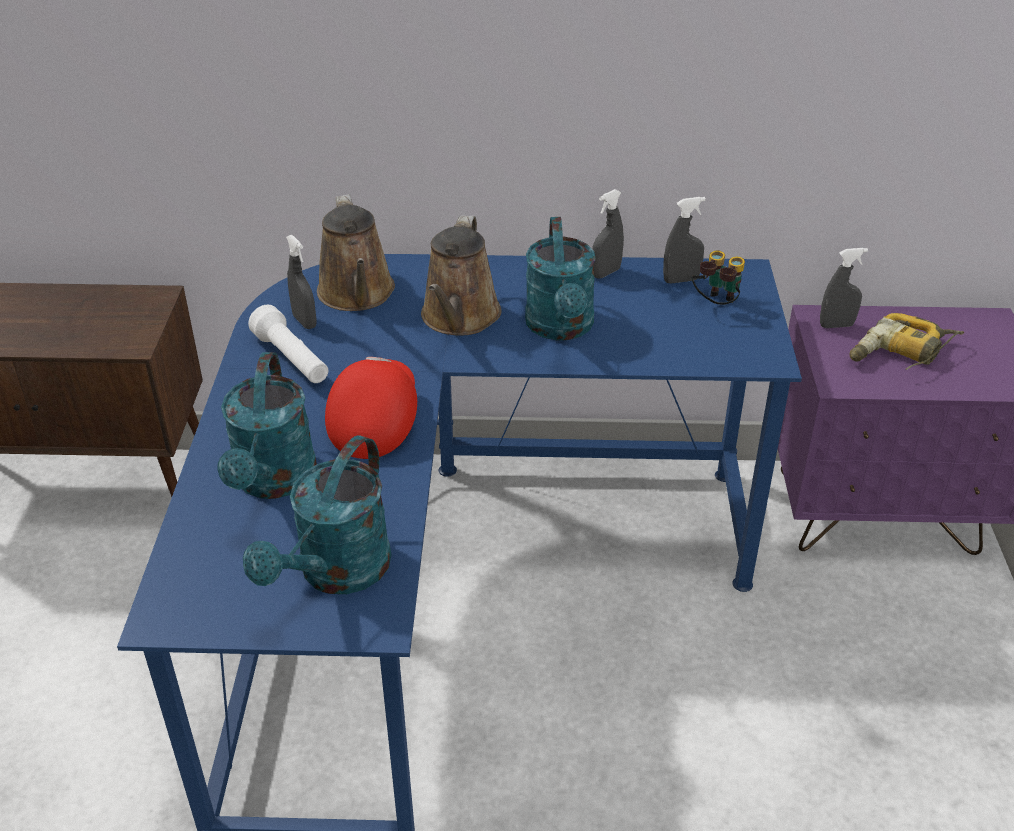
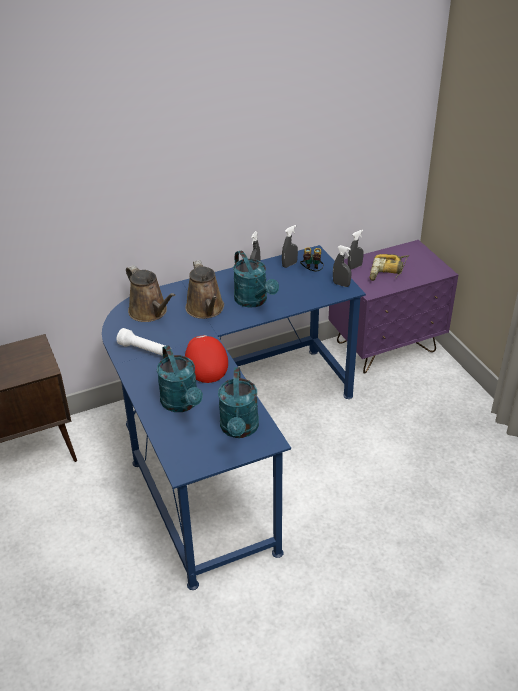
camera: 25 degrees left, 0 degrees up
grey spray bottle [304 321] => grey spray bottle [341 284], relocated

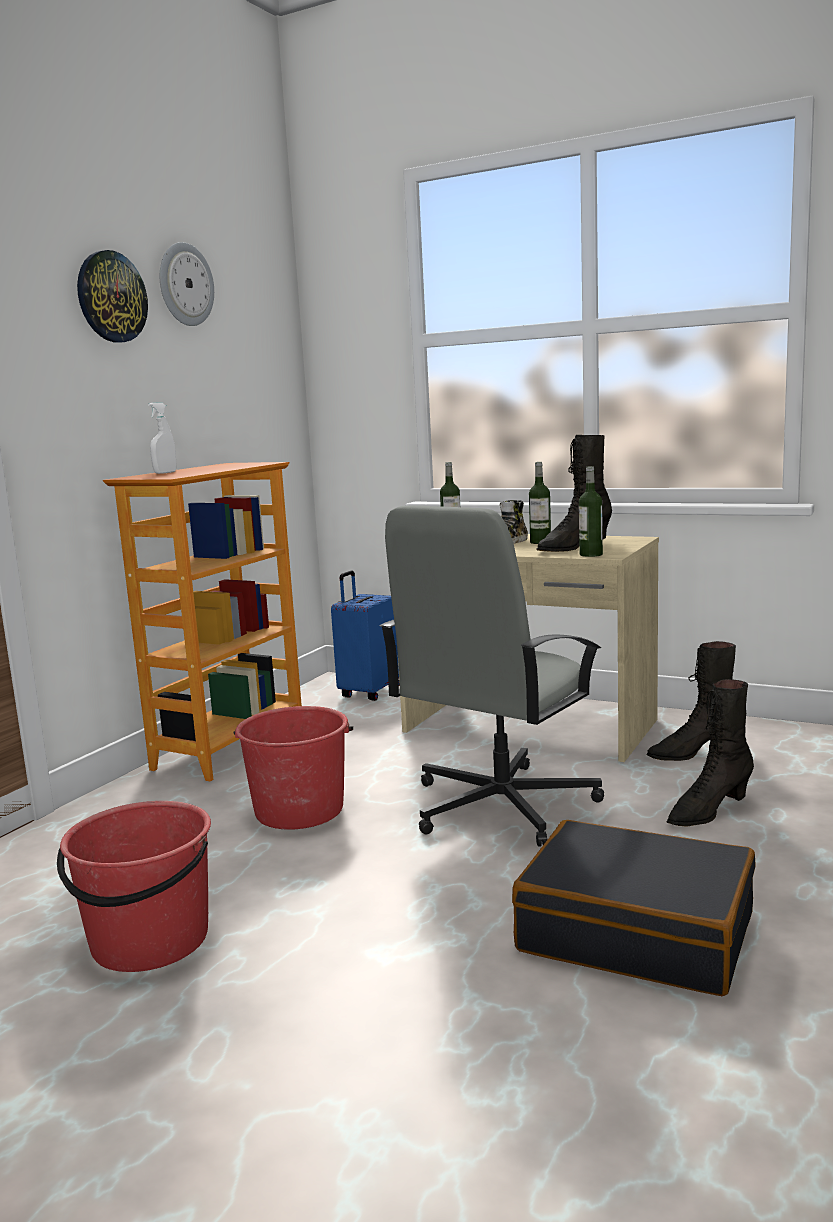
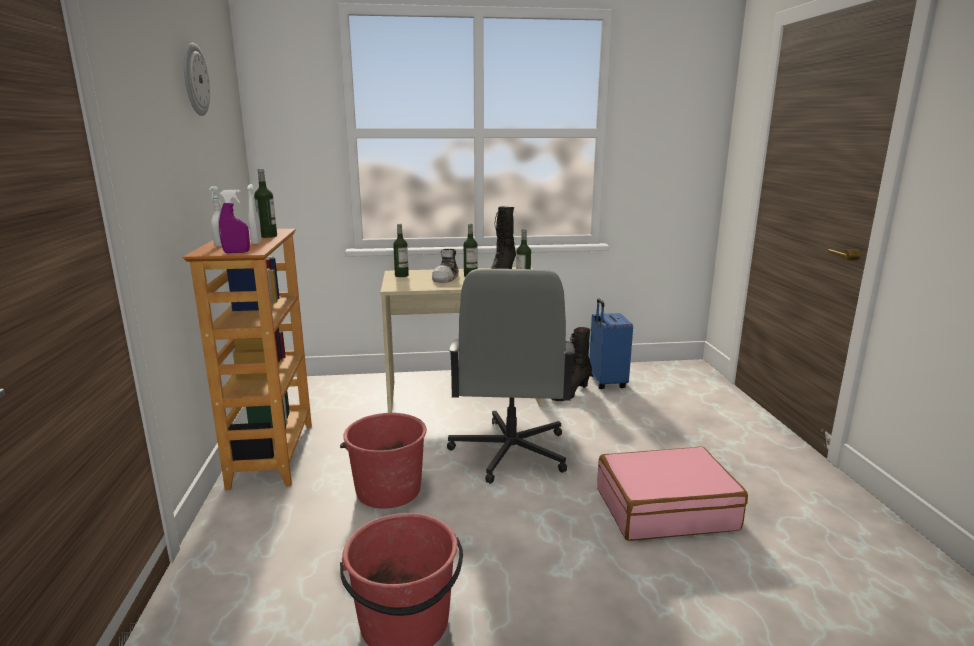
camera: 35 degrees left, 5 degrees up
nothing => purple spray bottle [236 252]
nothing => white spray bottle [256 242]
nothing => bottle [268 236]
blue suitcase [368 692] => blue suitcase [606 382], relocated
black suitcase [636 932] => pink suitcase [665 508]
wall clock [111 297] => nothing
black boot [708 811] => nothing

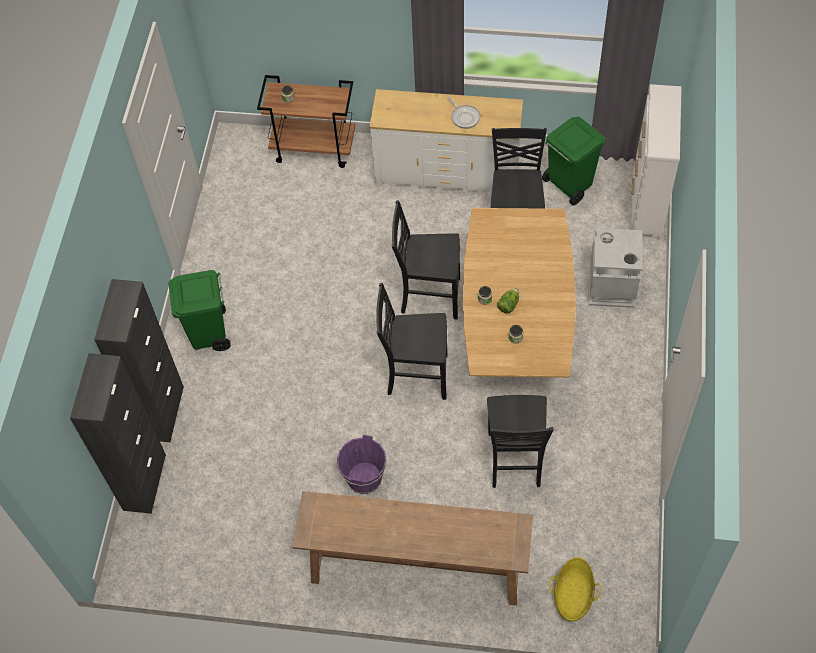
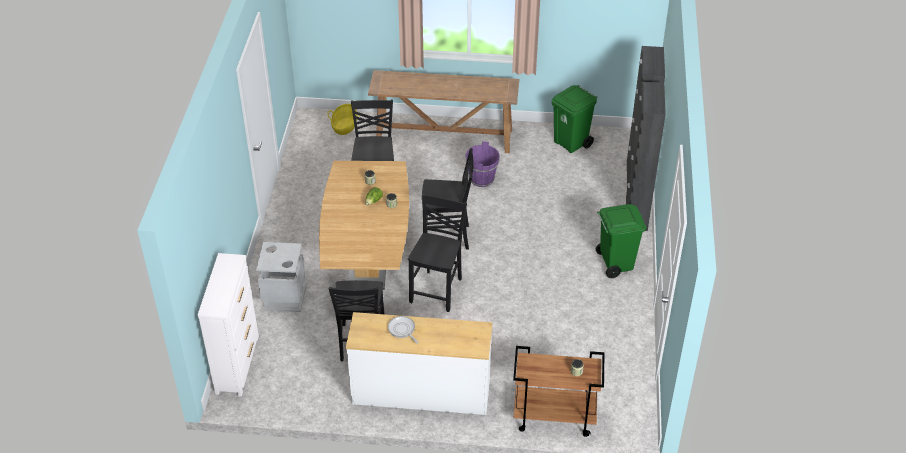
camera: 175 degrees right, 15 degrees down
black chair [429 296] => black chair [437 290], 75 degrees counterclockwise
green trash can [569 185] => green trash can [571 143], relocated

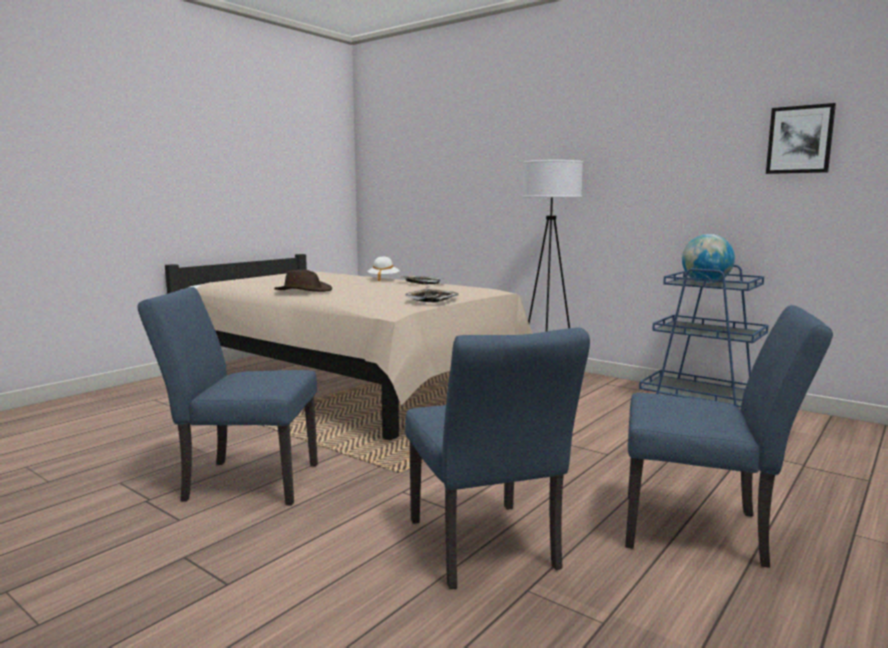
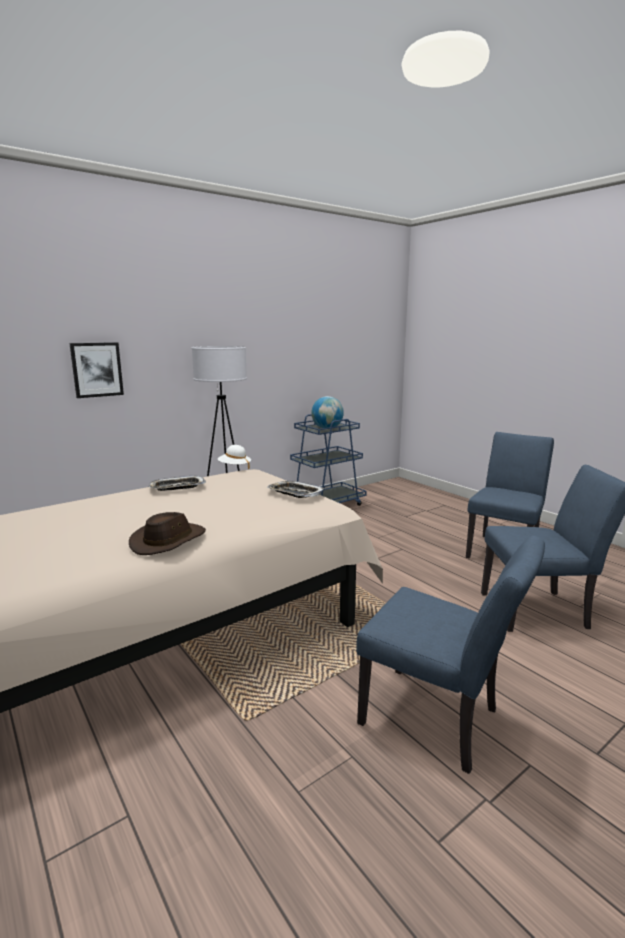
camera: 75 degrees left, 5 degrees up
picture [800 139] => picture [97 369], relocated
white hat [383 279] => white hat [234 467], relocated
blue chair [242 481] => blue chair [439 721], 75 degrees counterclockwise

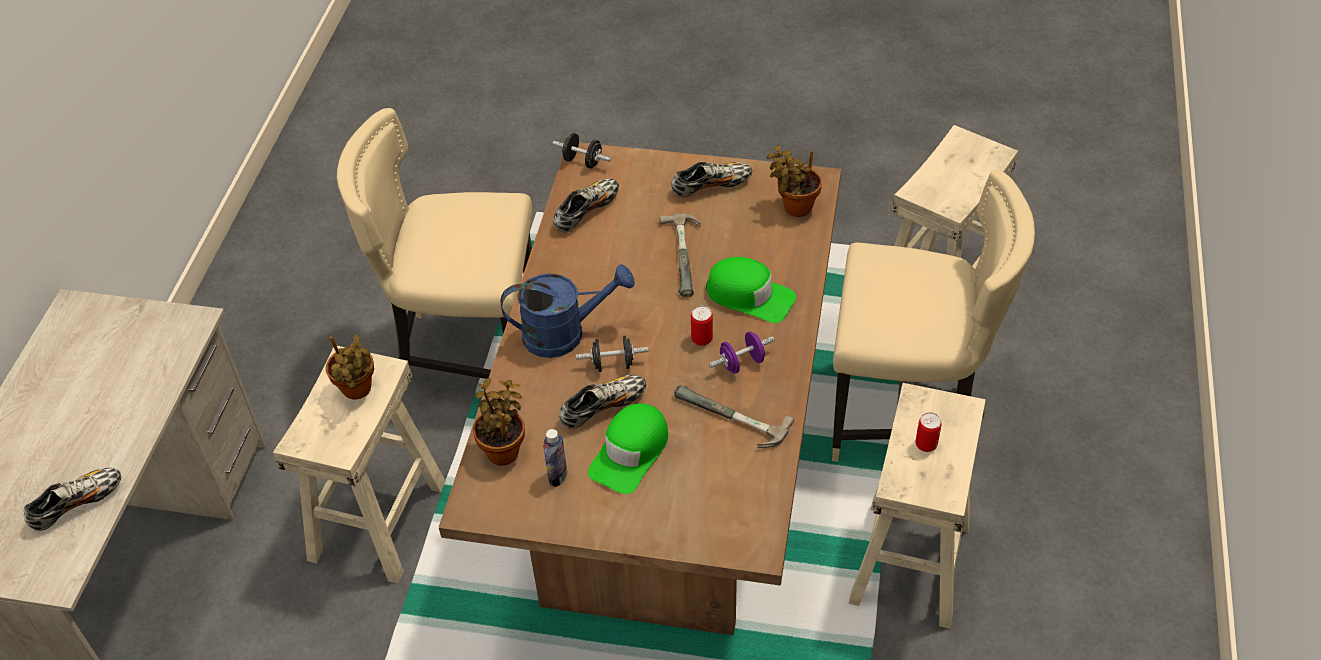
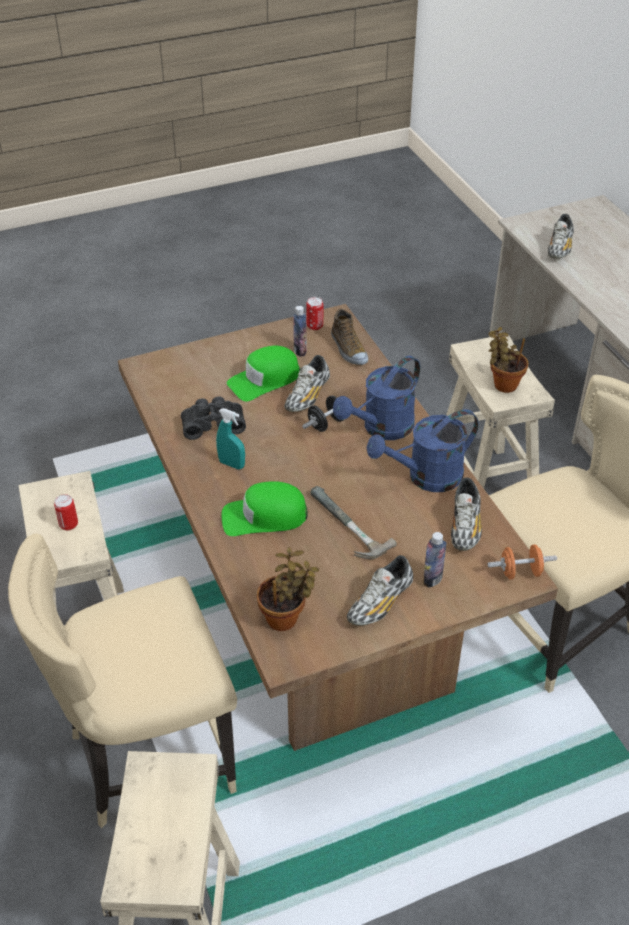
camera: 145 degrees right, 5 degrees down
hammer [728 421] => black binoculars [213 423]
purple dumbbell [742 363] => turquoise spray bottle [231 464]
green cap [630 453] => green cap [264 380], 120 degrees counterclockwise
can [702 339] => can [314 326], relocated
potted plant [504 450] => shoe [348 349]
nothing => blue watering can [426 477]
nothing => bottle [432 579]
black dumbbell [583 161] => orange dumbbell [520 572]

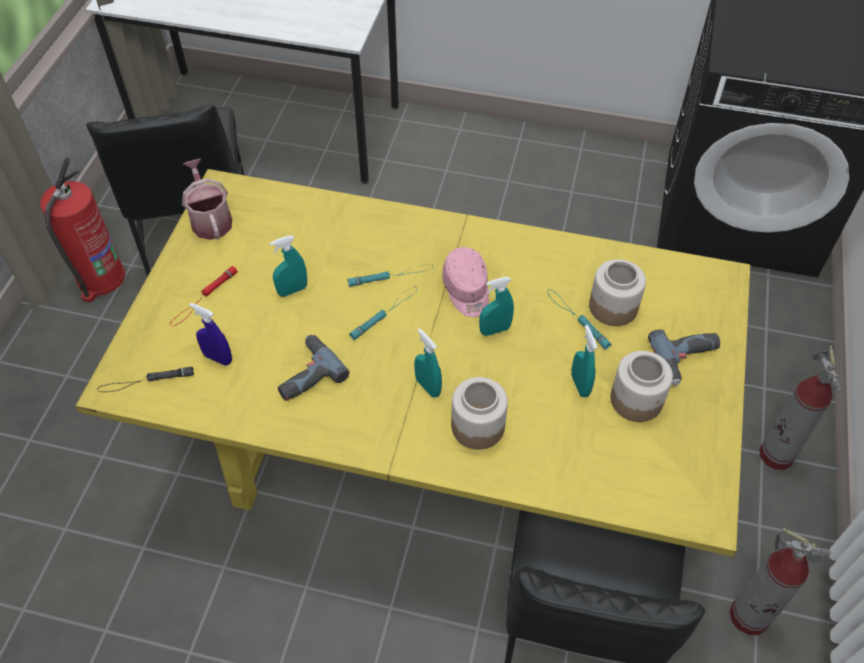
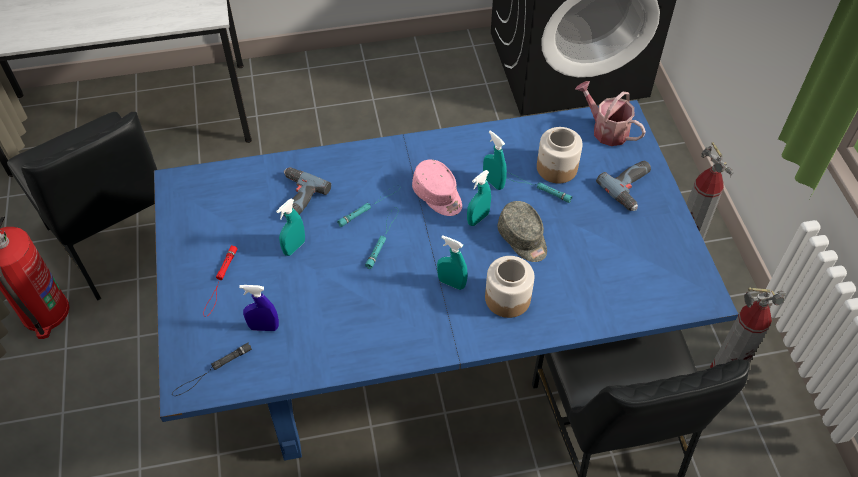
camera: 25 degrees left, 0 degrees up
yellow dining table [434 453] => blue dining table [431 346]
power drill [305 373] => power drill [296 197], relocated
turquoise spray bottle [580 385] => turquoise spray bottle [493 182], relocated
nothing => grey cap [523 239]
watering can [210 219] => watering can [606 130], relocated
jar [637 400] => nothing

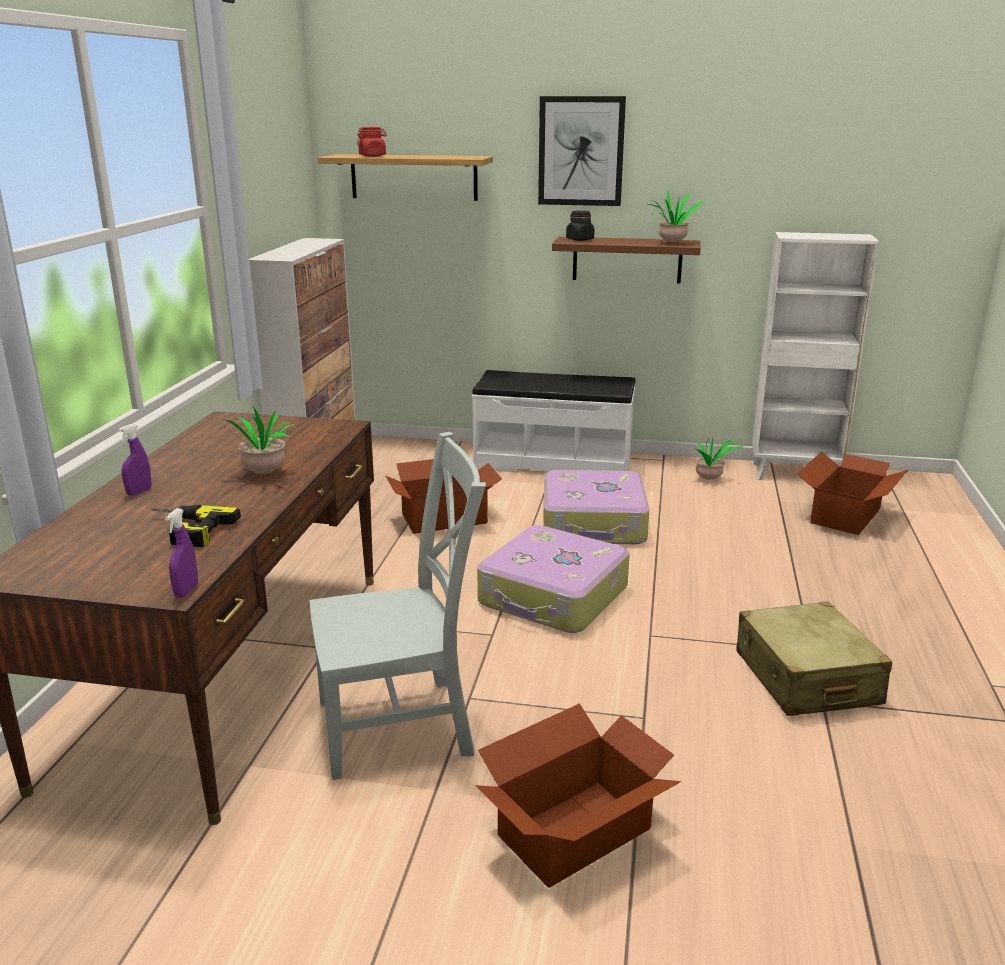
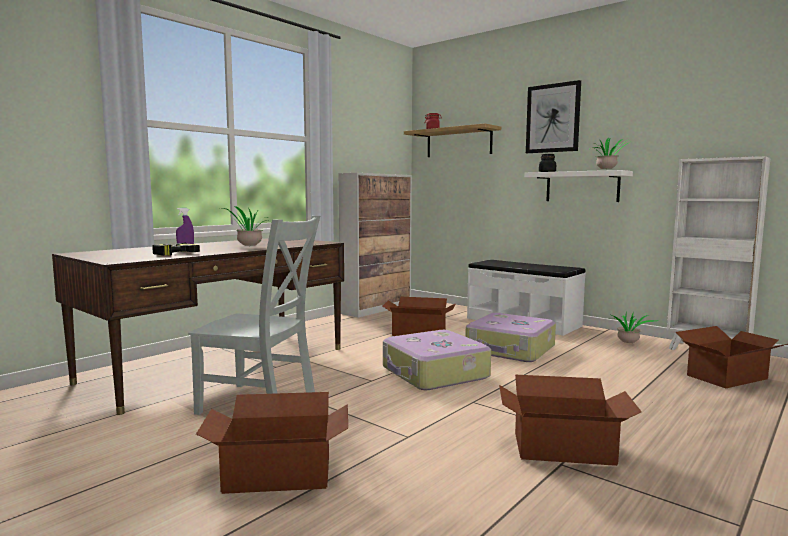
camera: 30 degrees right, 15 degrees down
beige suitcase [806 678] => cardboard box [564 449]
brown shelf [627 260] => white shelf [582 187]
purple spray bottle [186 591] => nothing

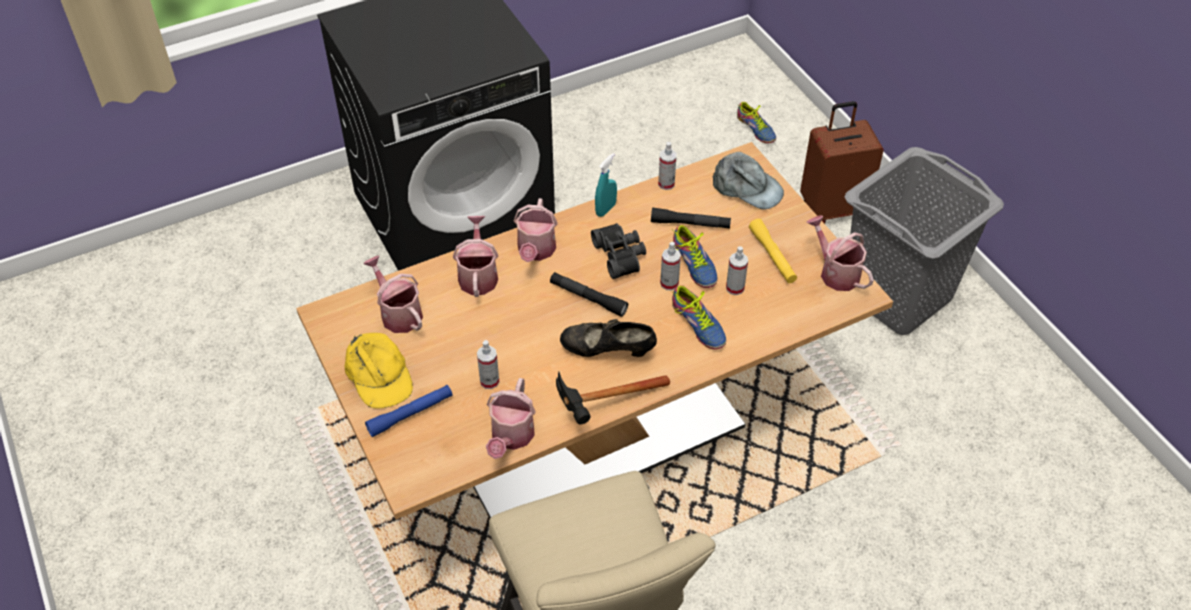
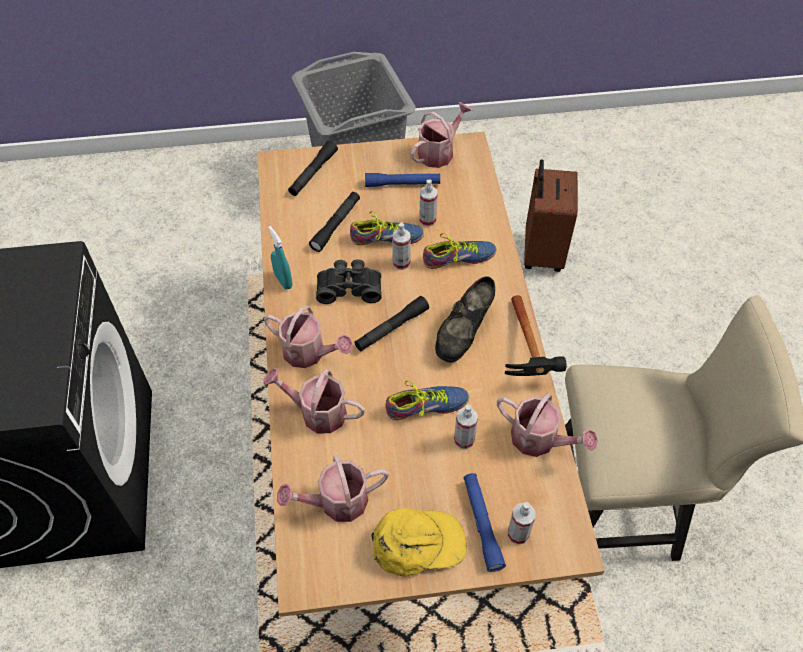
camera: 70 degrees left, 5 degrees up
grey cap [747 188] => black flashlight [313 173]
yellow flashlight [772 256] => blue flashlight [402 184]
shoe [754 130] => shoe [427 408], relocated
watering can [836 272] => watering can [439 152], 150 degrees clockwise
spray bottle [666 184] => spray bottle [518 534], relocated
brown suitcase [833 208] => brown suitcase [541 253], relocated

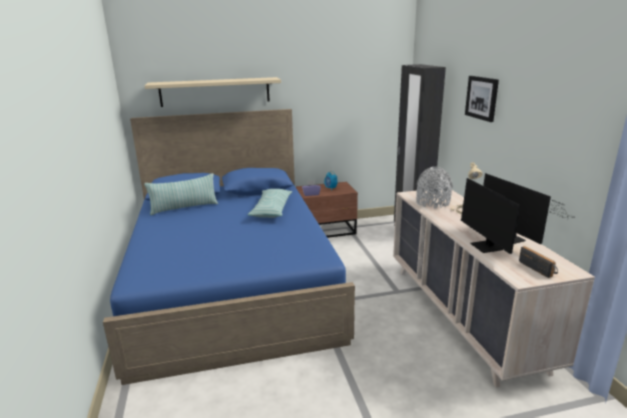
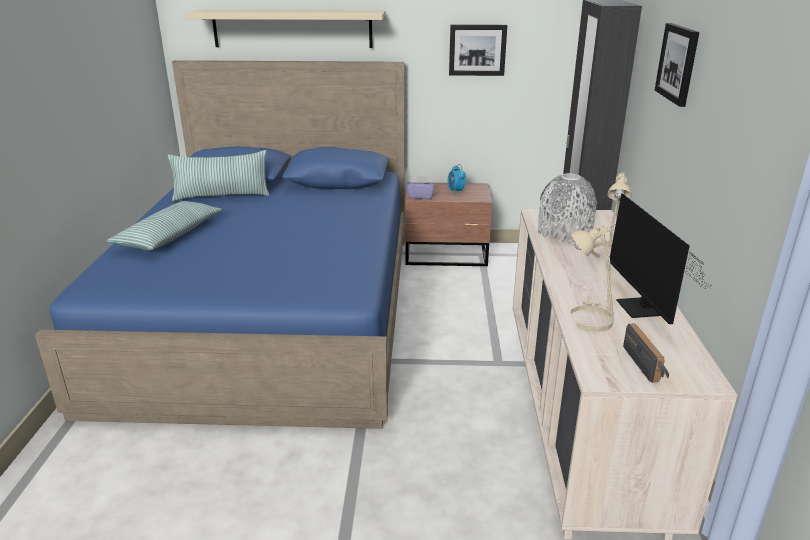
camera: 15 degrees right, 5 degrees up
pillow [271 210] => pillow [169 236], relocated
nothing => picture [477 50]
monitor [487 248] => beige table lamp [589 318]

